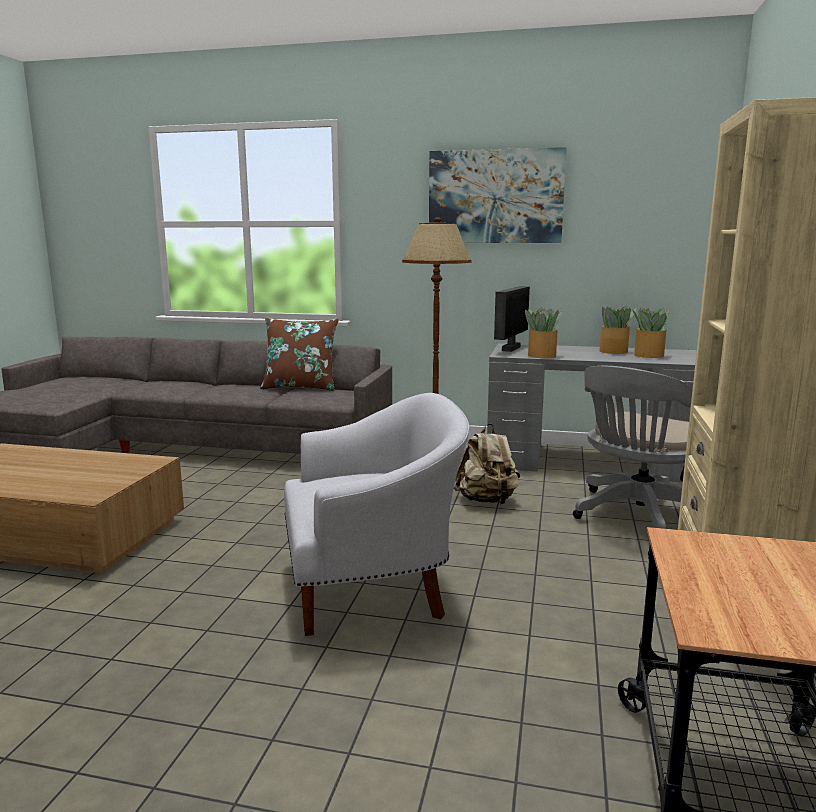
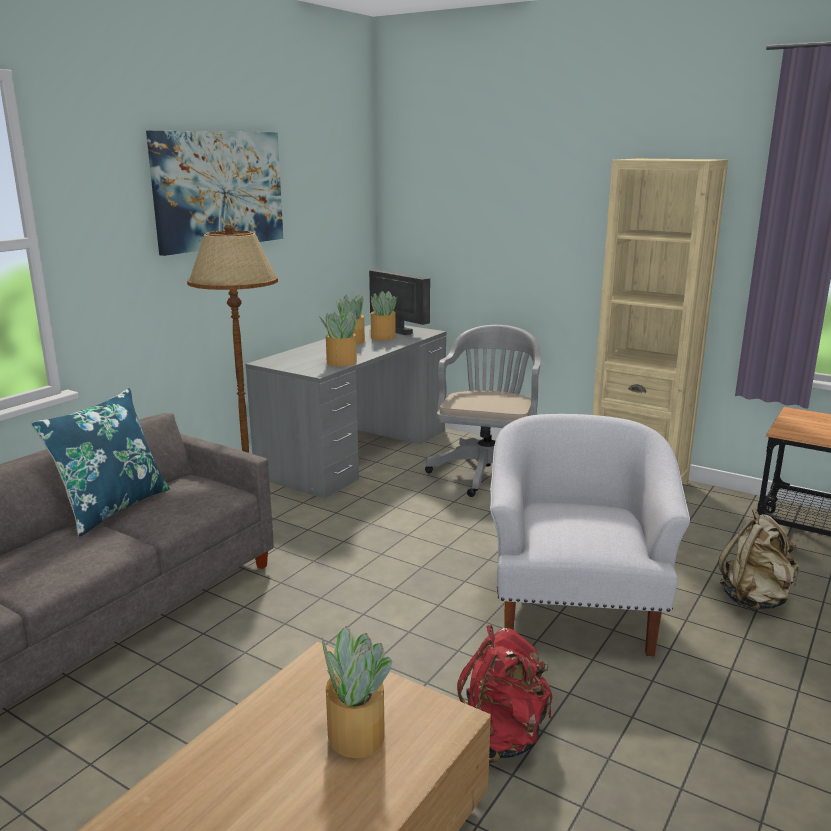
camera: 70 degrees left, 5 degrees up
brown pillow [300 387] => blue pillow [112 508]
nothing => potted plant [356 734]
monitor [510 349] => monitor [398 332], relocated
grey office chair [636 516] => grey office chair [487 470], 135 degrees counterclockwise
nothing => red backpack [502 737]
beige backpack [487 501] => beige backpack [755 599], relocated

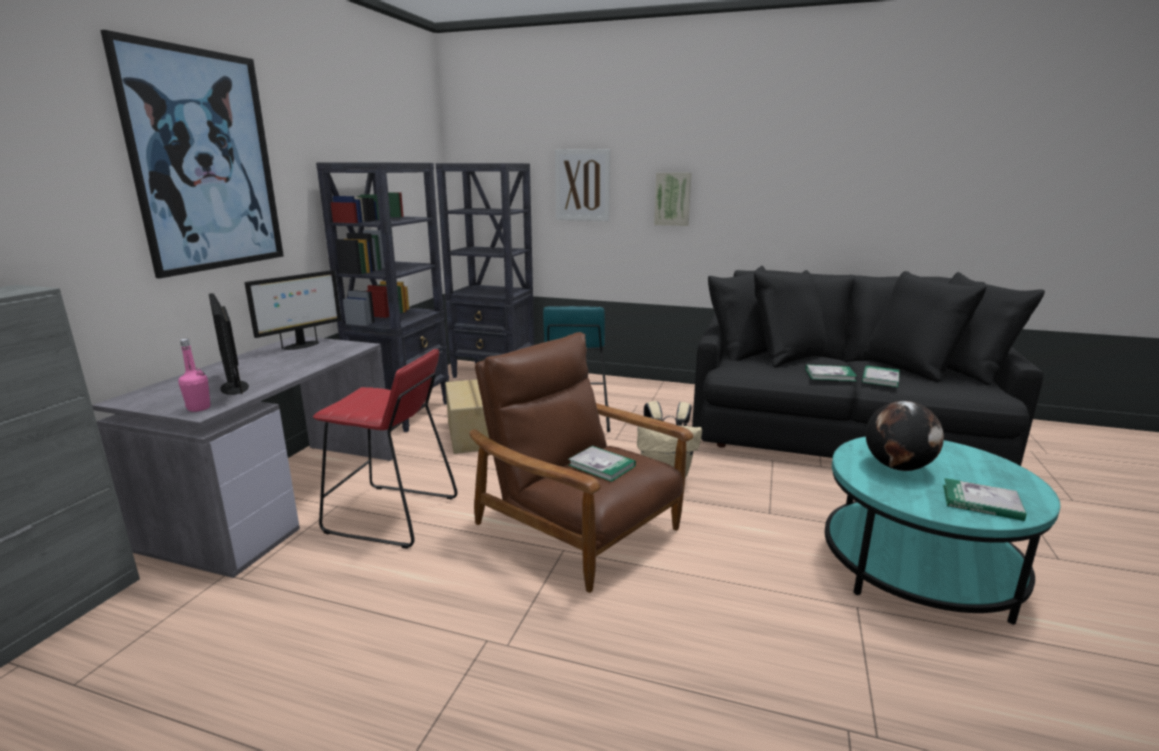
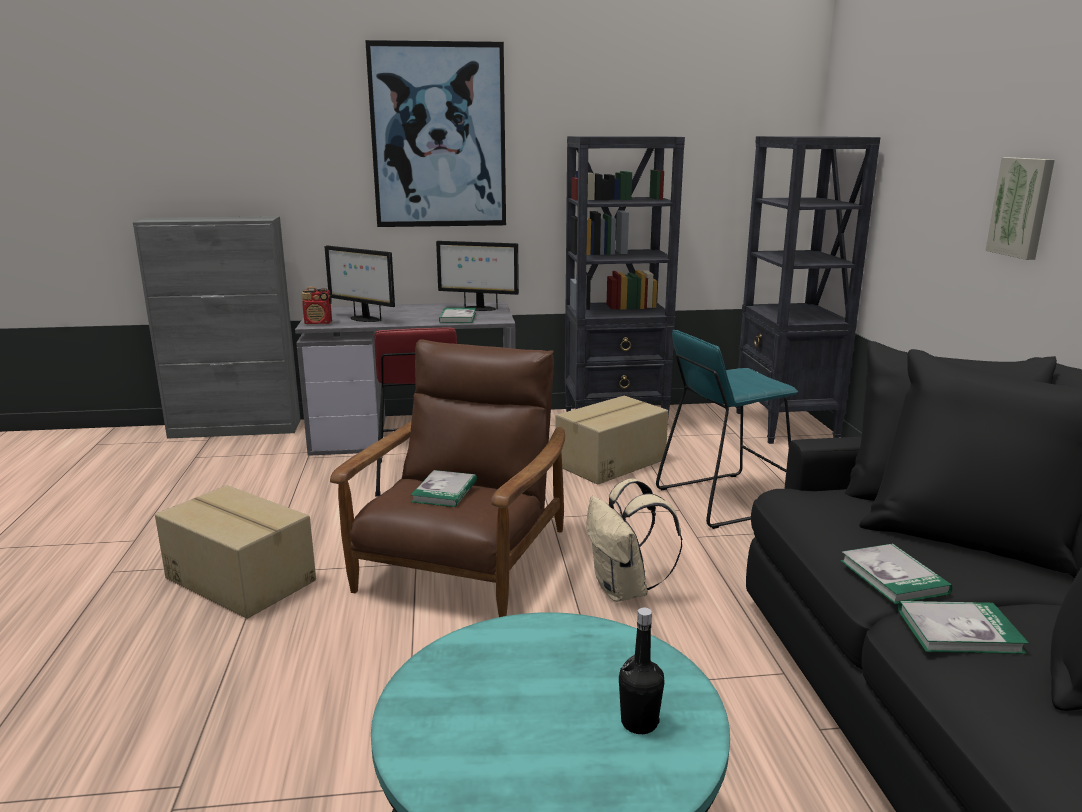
camera: 65 degrees right, 0 degrees up
nothing => cardboard box [242 578]
pink bottle [199 408] => radio [318 323]
monitor [234 387] => monitor [364 319], 90 degrees counterclockwise
book [981 502] => book [457 317], relocated
nothing => black bottle [639 723]
picture [582 185] => nothing
globe [897 467] => nothing

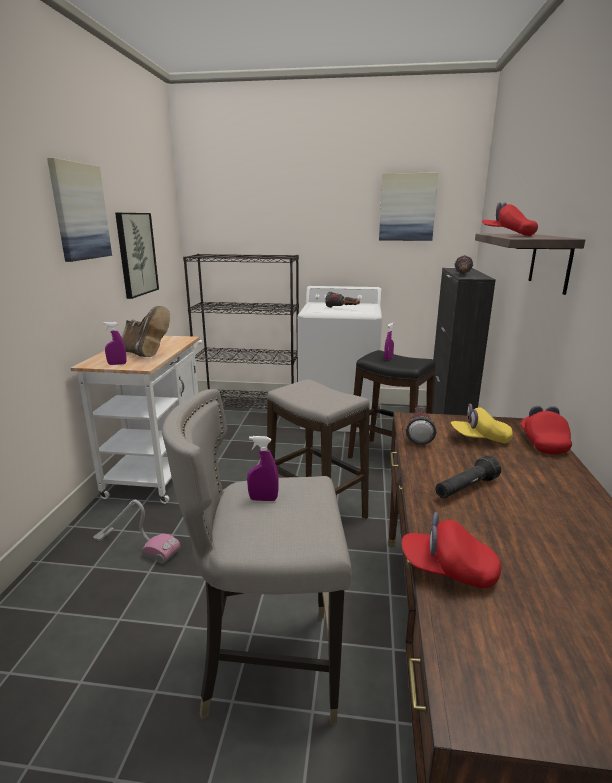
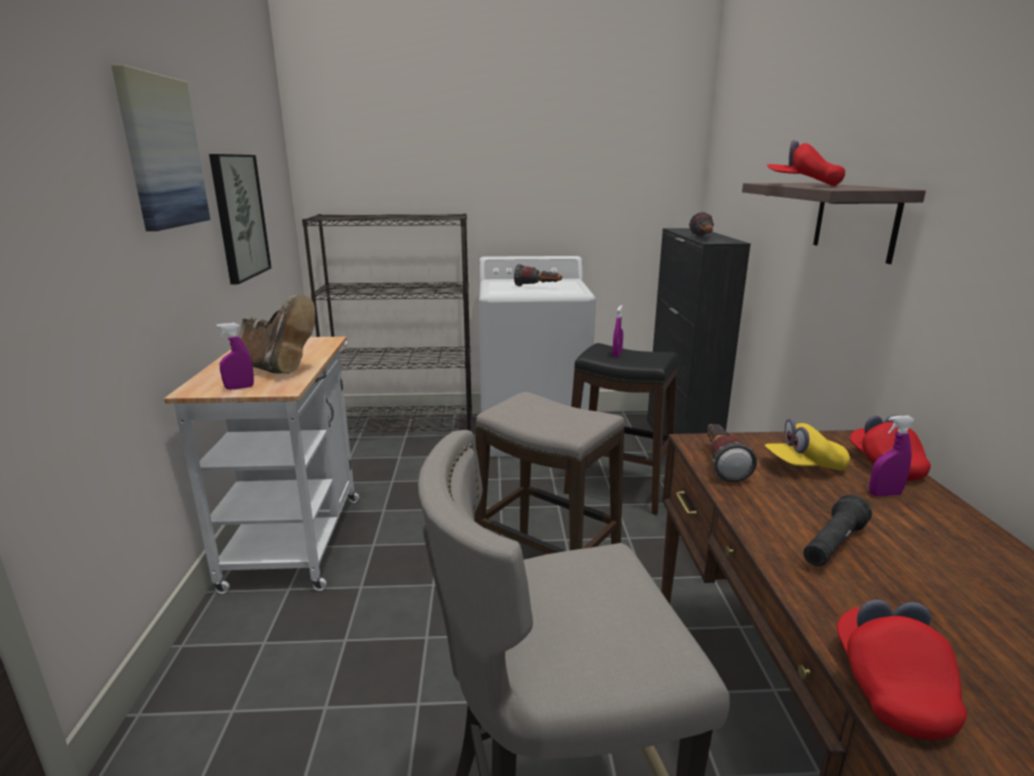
camera: 10 degrees left, 0 degrees up
red cap [448 570] => red cap [890 686], 90 degrees clockwise
purple spray bottle [263 499] => purple spray bottle [884 494], relocated
vacuum cleaner [136 545] => nothing
picture [407 207] => nothing

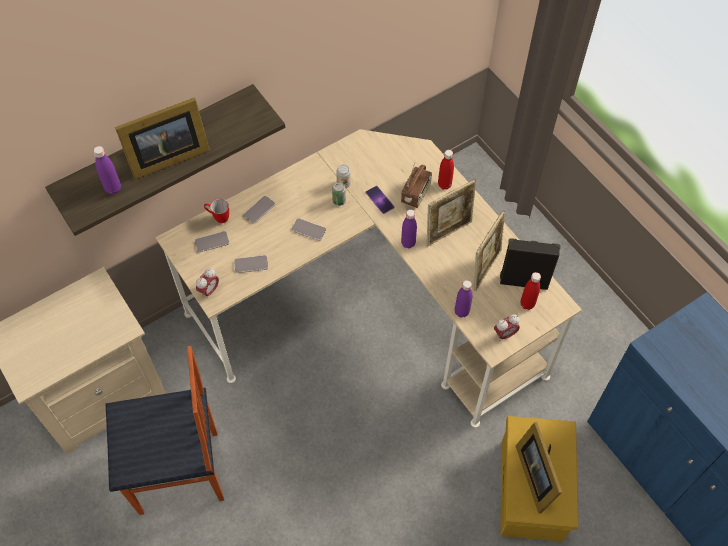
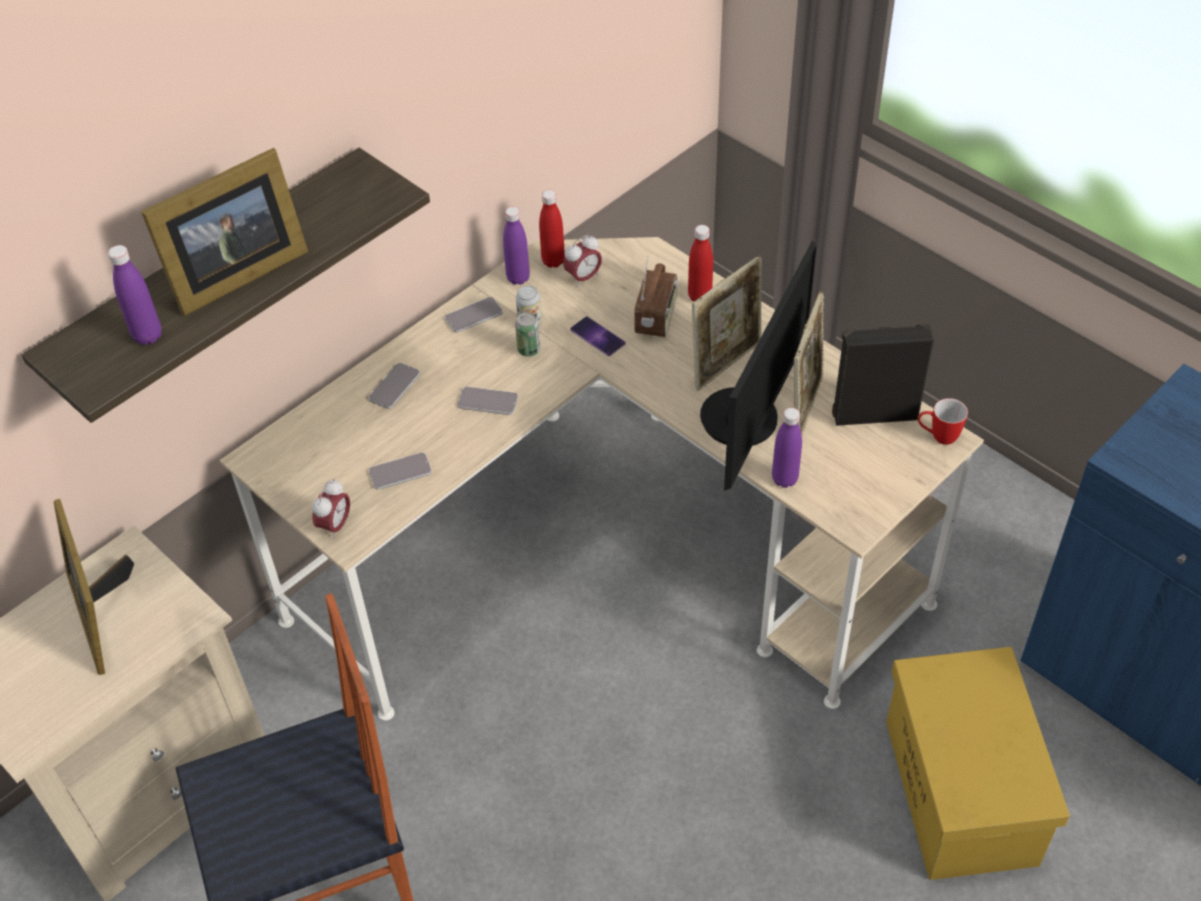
camera: 10 degrees left, 10 degrees down
picture frame [536 474] => picture frame [102 612], relocated
phone [212 242] => phone [474 316], relocated
purple bottle [408 243] => purple bottle [518 278], relocated
red bottle [527 304] => red bottle [553 261], relocated
alarm clock [505 334] => alarm clock [583 278], relocated
nothing => monitor [748 420]
mug [218 217] => mug [937 436], relocated

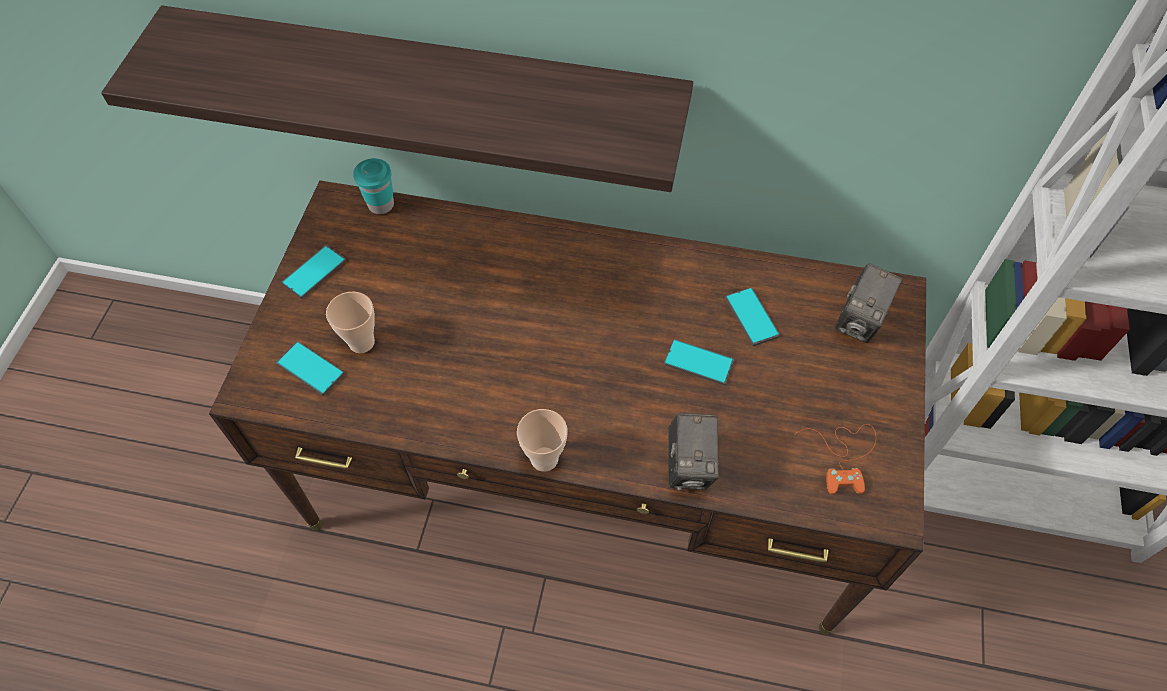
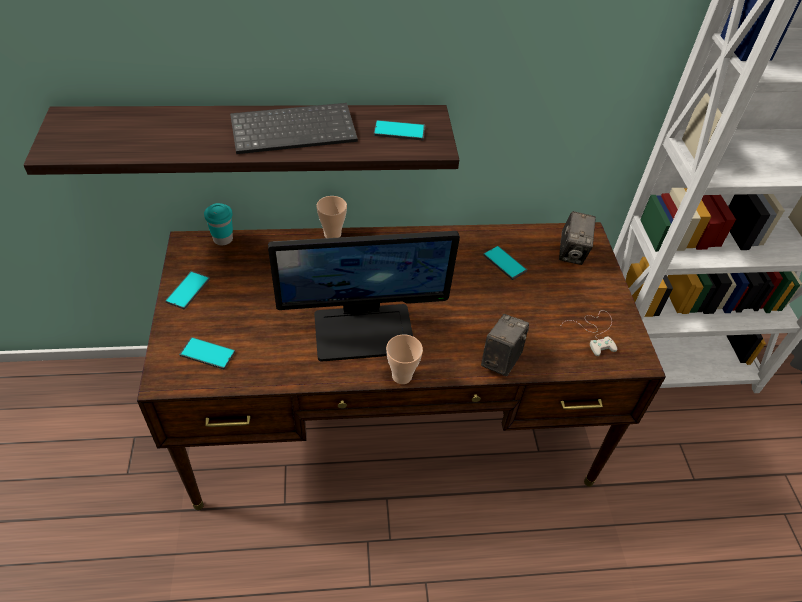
camera: 20 degrees left, 10 degrees down
nothing => keyboard [295 130]
nothing => monitor [364 330]
cup [361 342] => cup [332 234], relocated
phone [698 362] => phone [399 131], relocated
photo camera [689 465] => photo camera [501 359], 135 degrees counterclockwise
orange game controller [844 455] => white game controller [595 332]

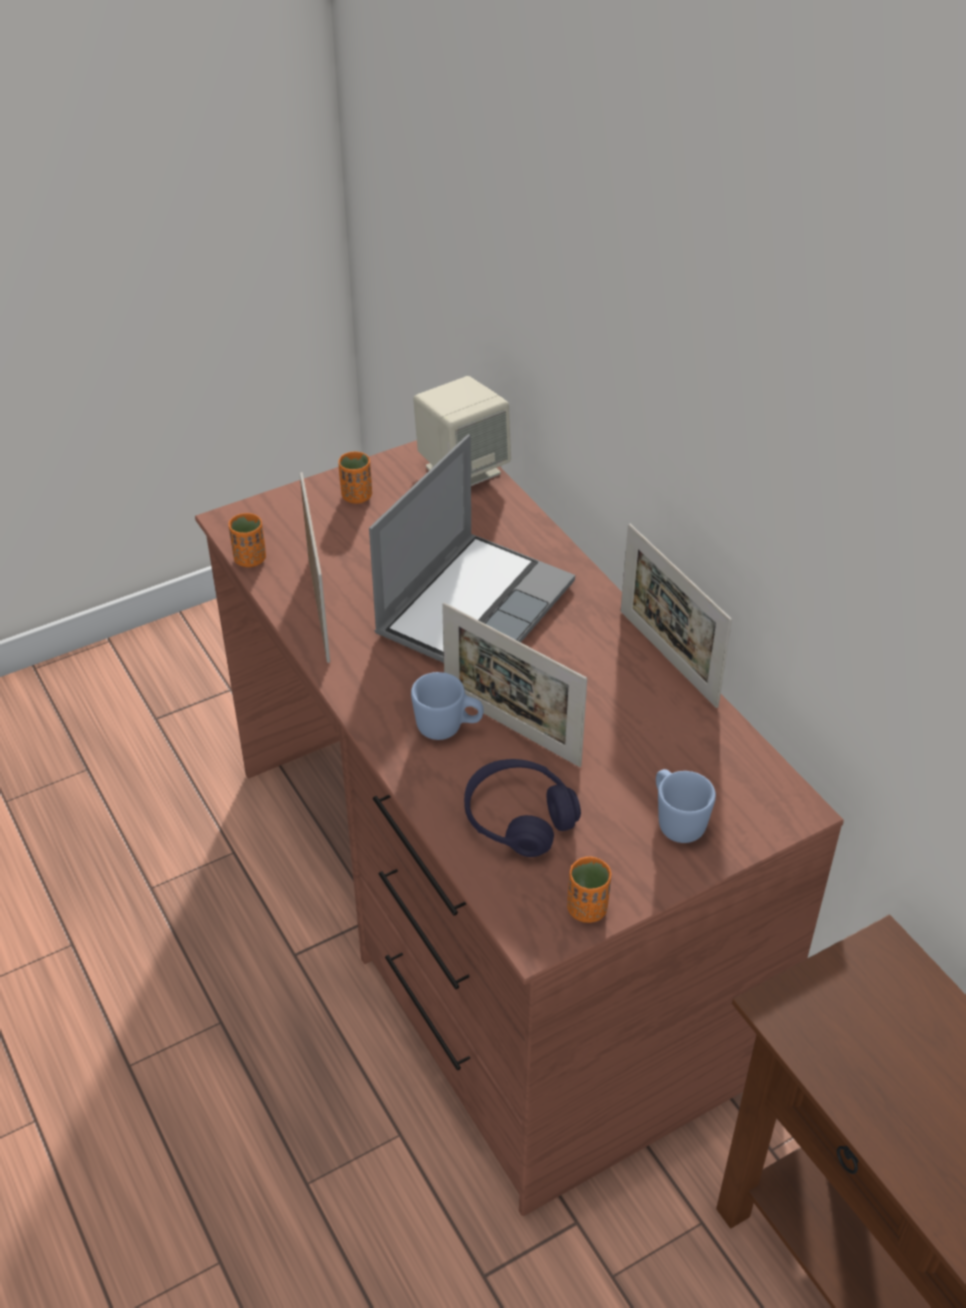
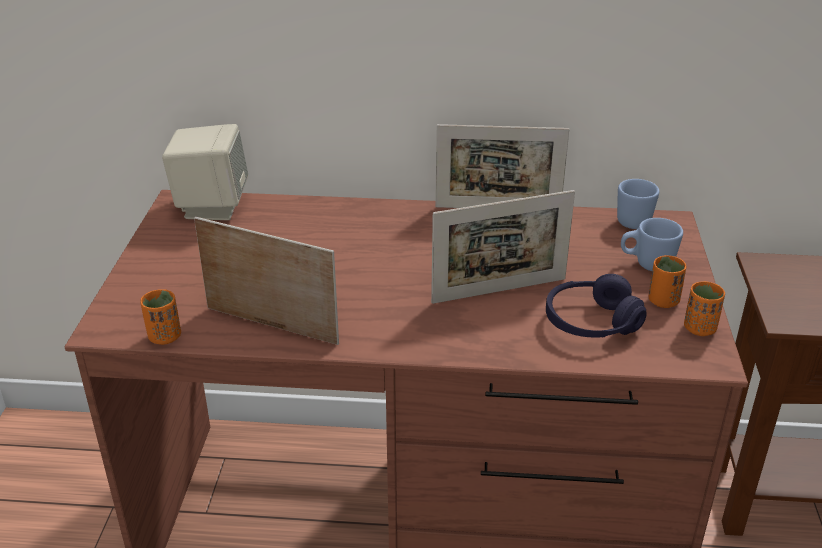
camera: 55 degrees left, 10 degrees down
blue mug [448 728] => blue mug [637 220], relocated
orange cup [356 496] => orange cup [663 301], relocated
laptop [474 607] => nothing

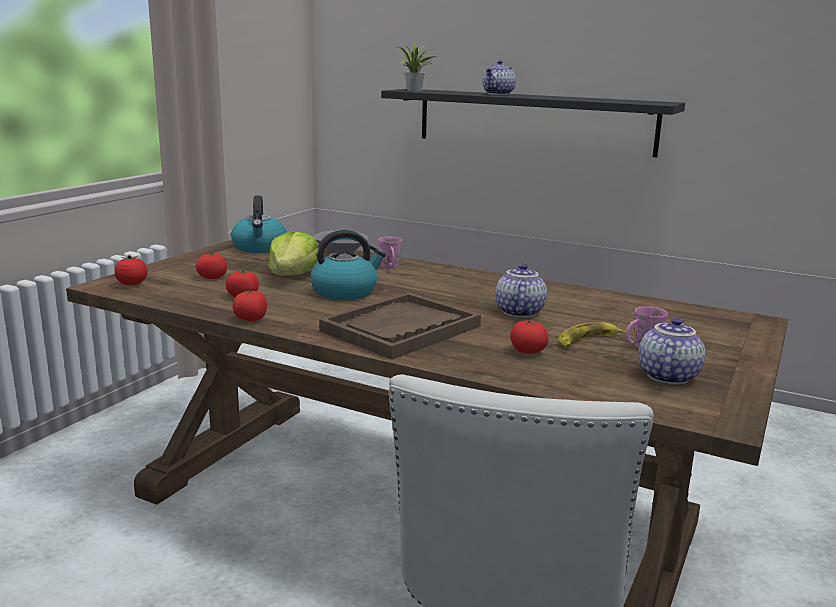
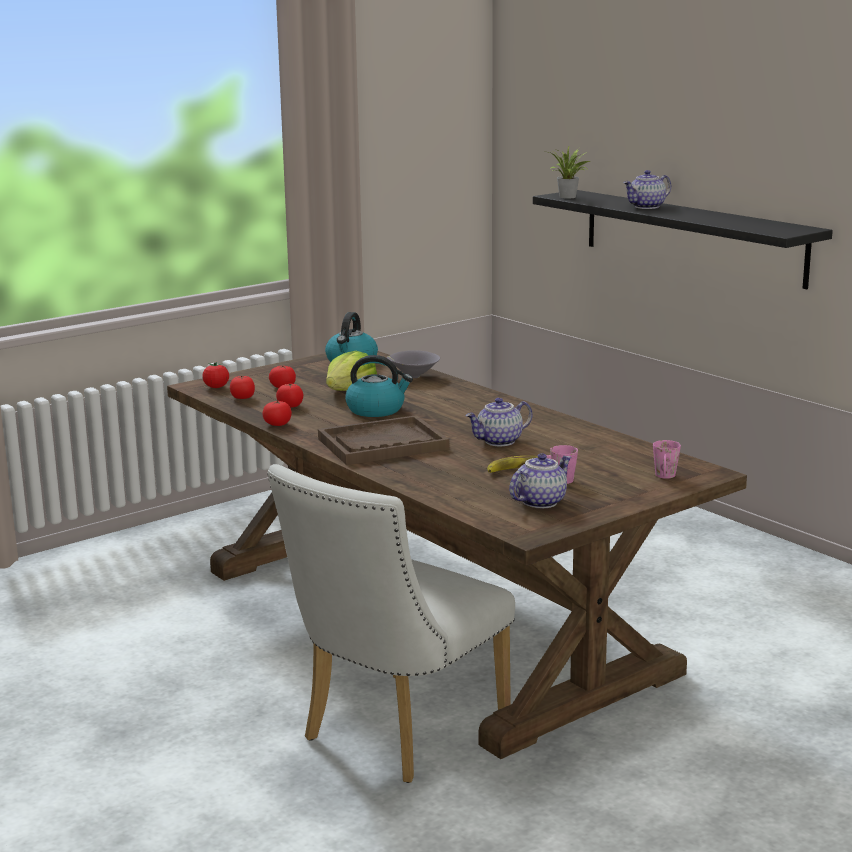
camera: 25 degrees right, 0 degrees up
tomato [527 351] => tomato [242 398], relocated
teapot [518 312] => teapot [499 442], 150 degrees counterclockwise
pink mug [390 268] => pink mug [665 477], relocated

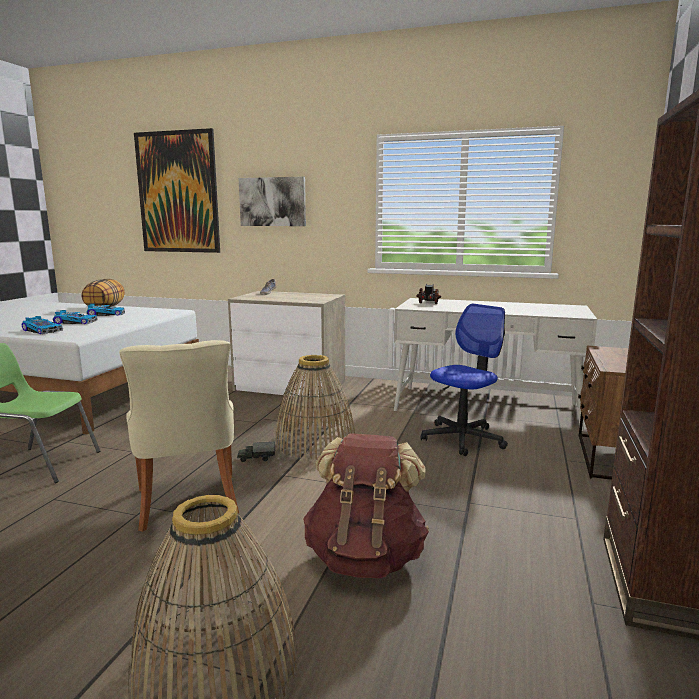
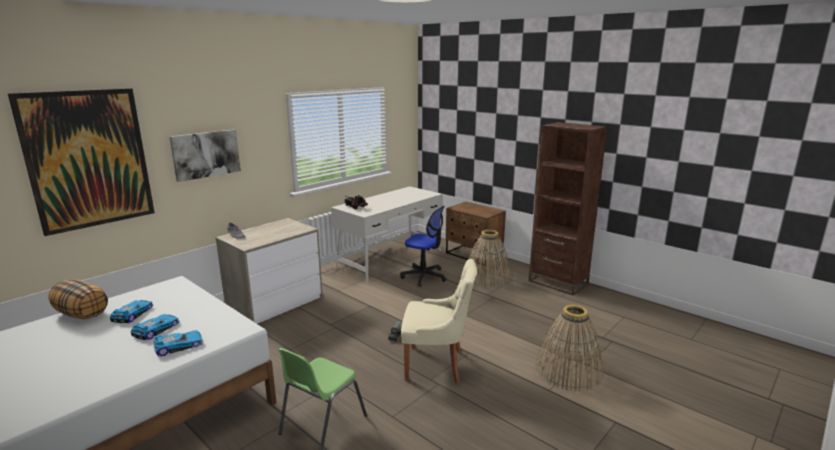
camera: 65 degrees left, 5 degrees up
office chair [462 439] => office chair [424 276], 135 degrees clockwise
basket [315 441] => basket [487 277], relocated
brown backpack [365 557] => nothing

